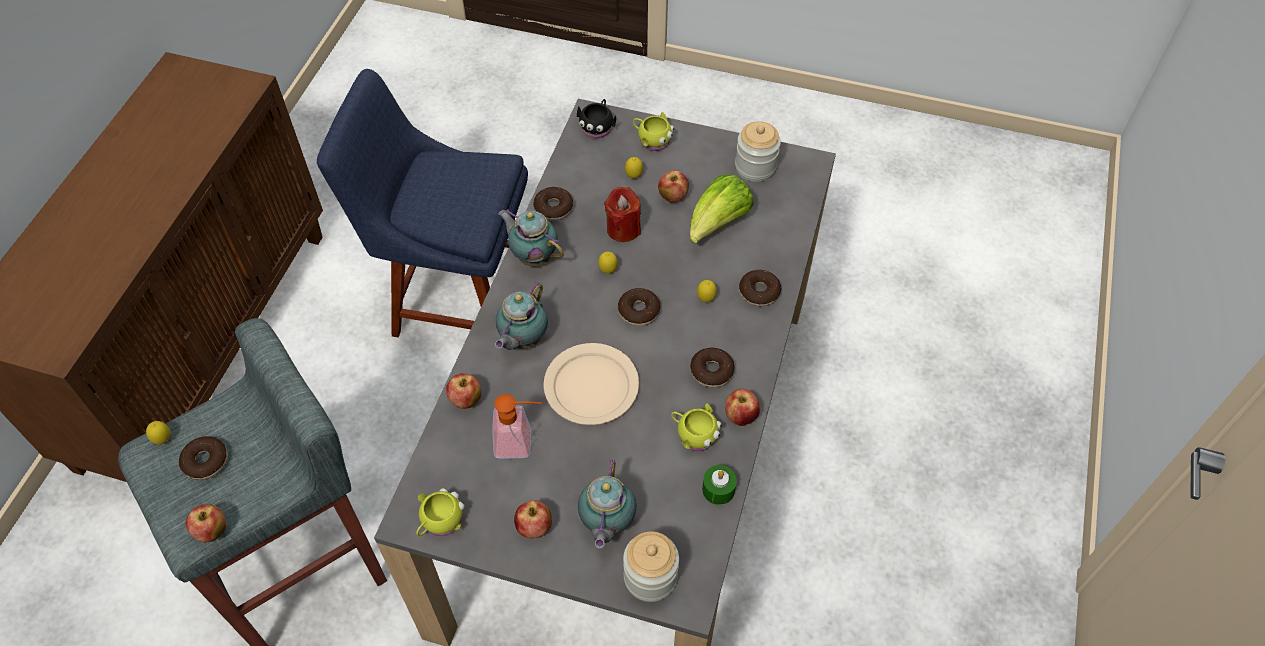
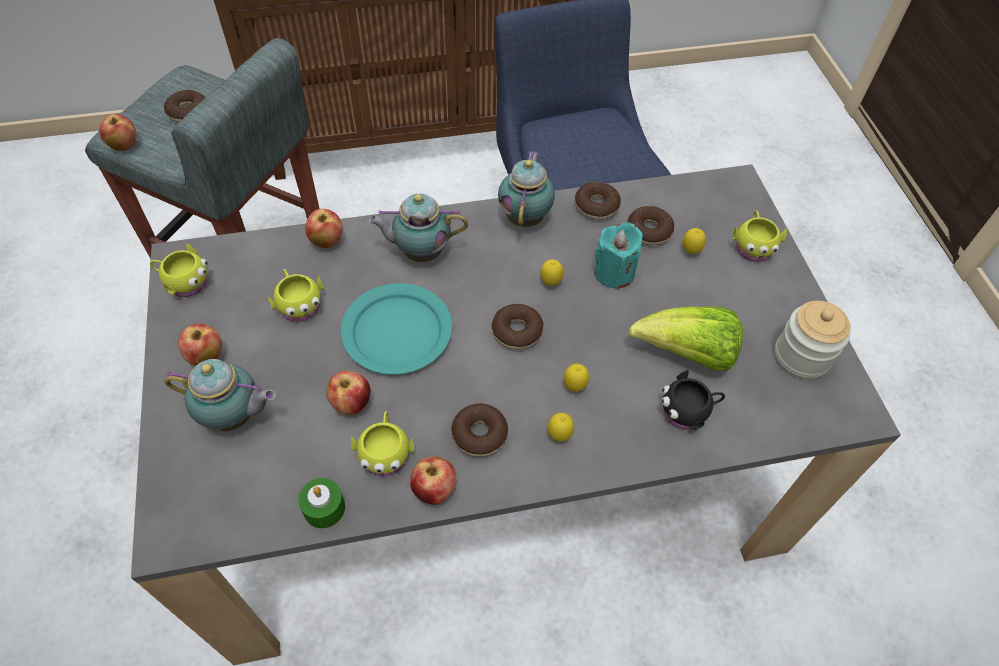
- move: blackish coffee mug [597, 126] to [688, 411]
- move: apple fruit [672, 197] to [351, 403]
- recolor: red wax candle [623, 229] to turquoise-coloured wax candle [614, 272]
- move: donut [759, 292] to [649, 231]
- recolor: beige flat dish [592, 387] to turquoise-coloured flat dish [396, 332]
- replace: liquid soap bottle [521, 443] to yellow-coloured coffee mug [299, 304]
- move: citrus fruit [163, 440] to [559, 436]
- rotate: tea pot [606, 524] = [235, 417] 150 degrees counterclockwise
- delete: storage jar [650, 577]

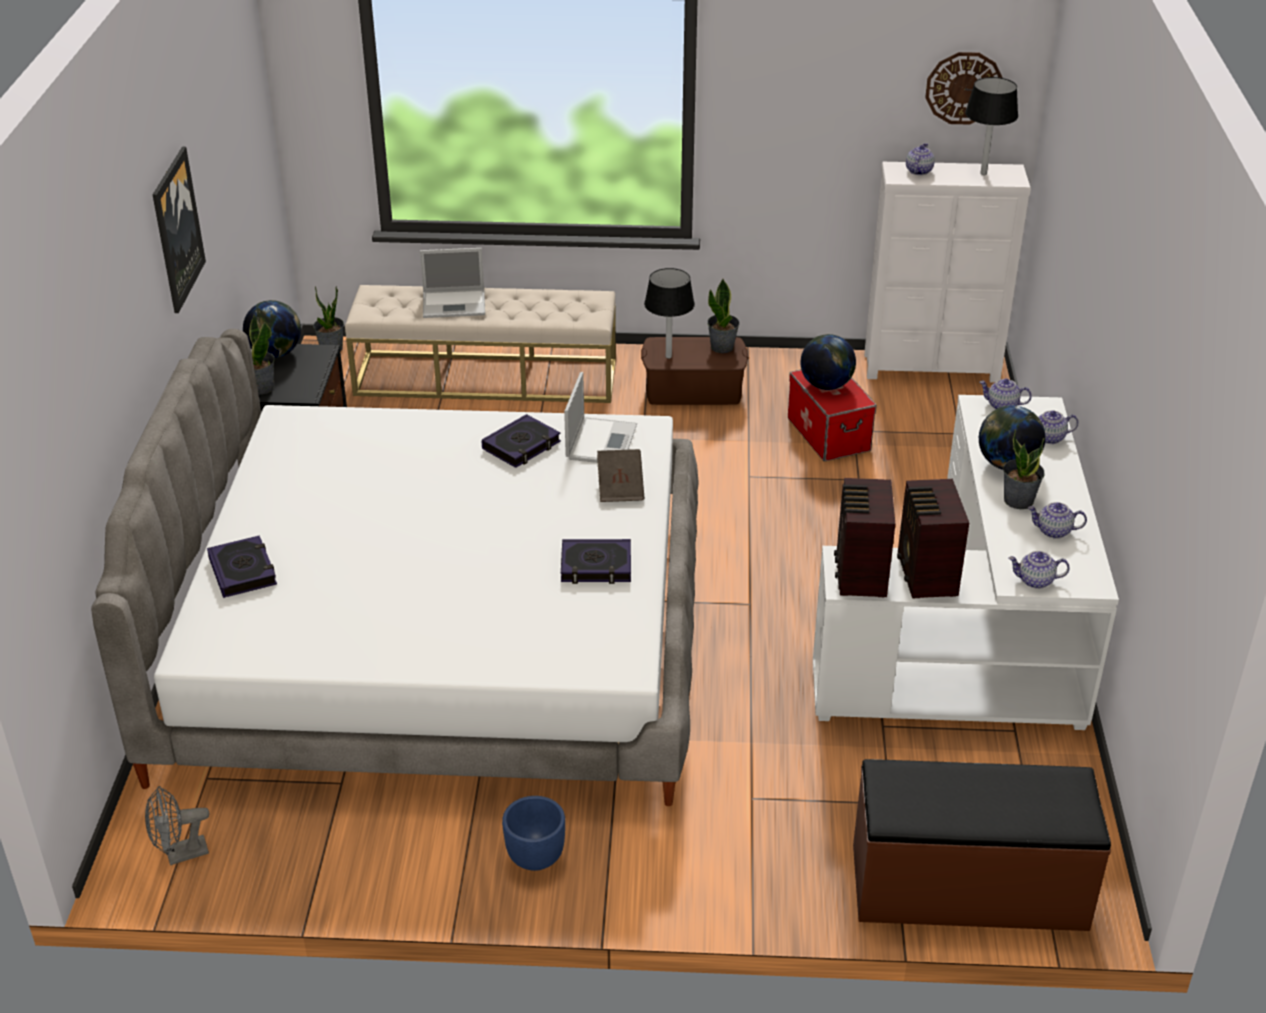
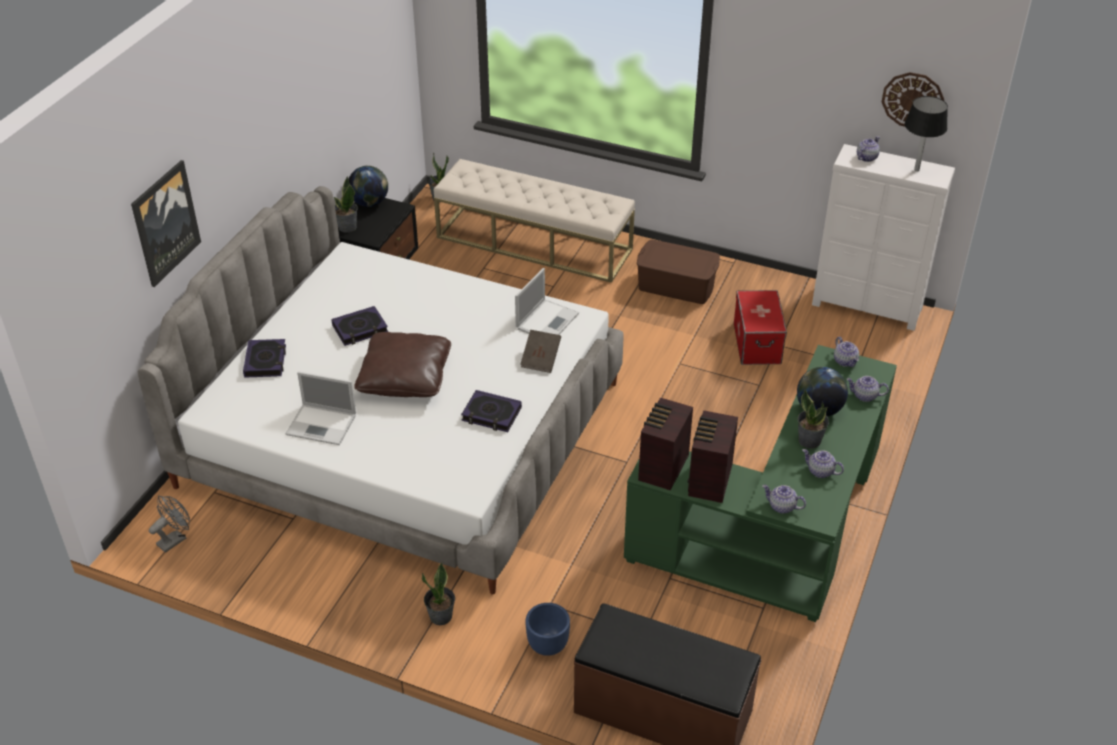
- move: wall art [176, 229] to [165, 223]
- move: laptop [455, 304] to [322, 425]
- delete: blackish lamp for a table [668, 357]
- move: potted plant [722, 347] to [441, 616]
- delete: globe [826, 385]
- rotate: tea pot [1002, 405] = [845, 361] 150 degrees counterclockwise
- recolor: white desk unit [979, 638] to green desk unit [778, 531]
- move: bound book [521, 446] to [360, 329]
- rotate: gray fan [180, 855] = [175, 539] 135 degrees clockwise
- move: bluish plant pot [536, 857] to [548, 644]
- insert: brown throw pillow [405, 377]

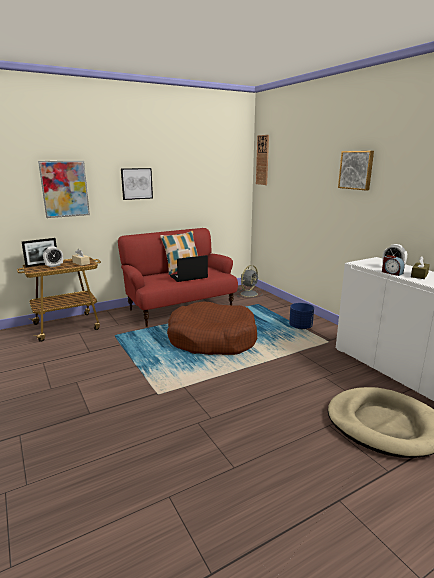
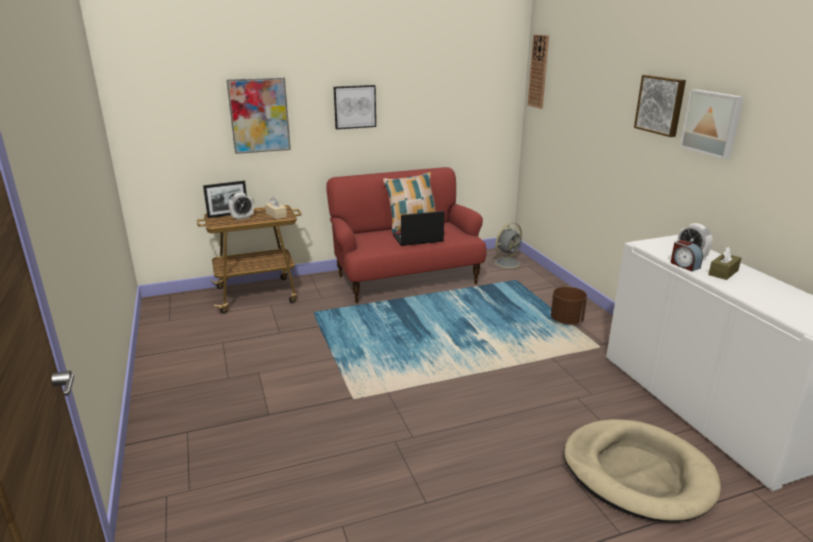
- delete: brown dog cushion [212, 339]
- recolor: bluish plant pot [300, 327] to brown plant pot [566, 321]
- insert: wall art [712, 123]

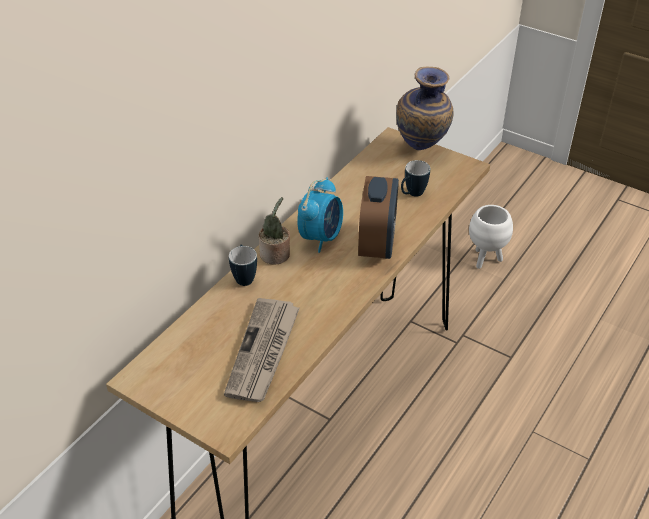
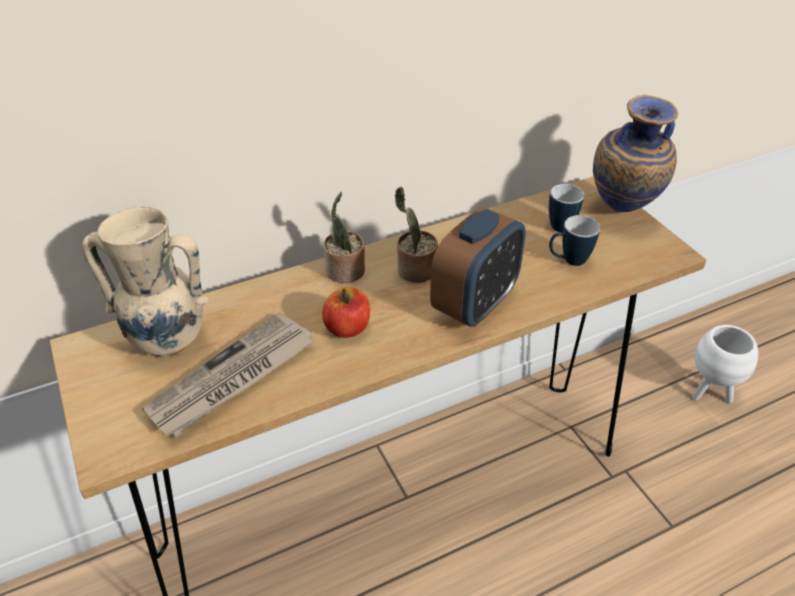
- replace: table clock [321, 237] to potted plant [414, 271]
- move: coffee mug [244, 277] to [562, 223]
- insert: beige decorative vase [168, 341]
- insert: apple fruit [347, 328]

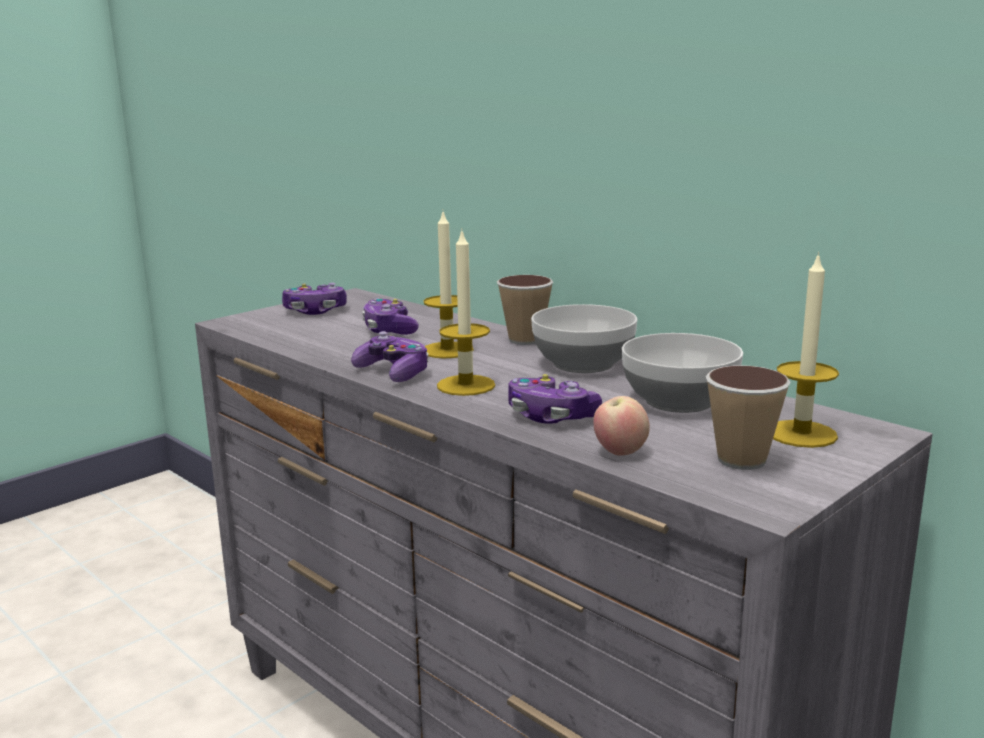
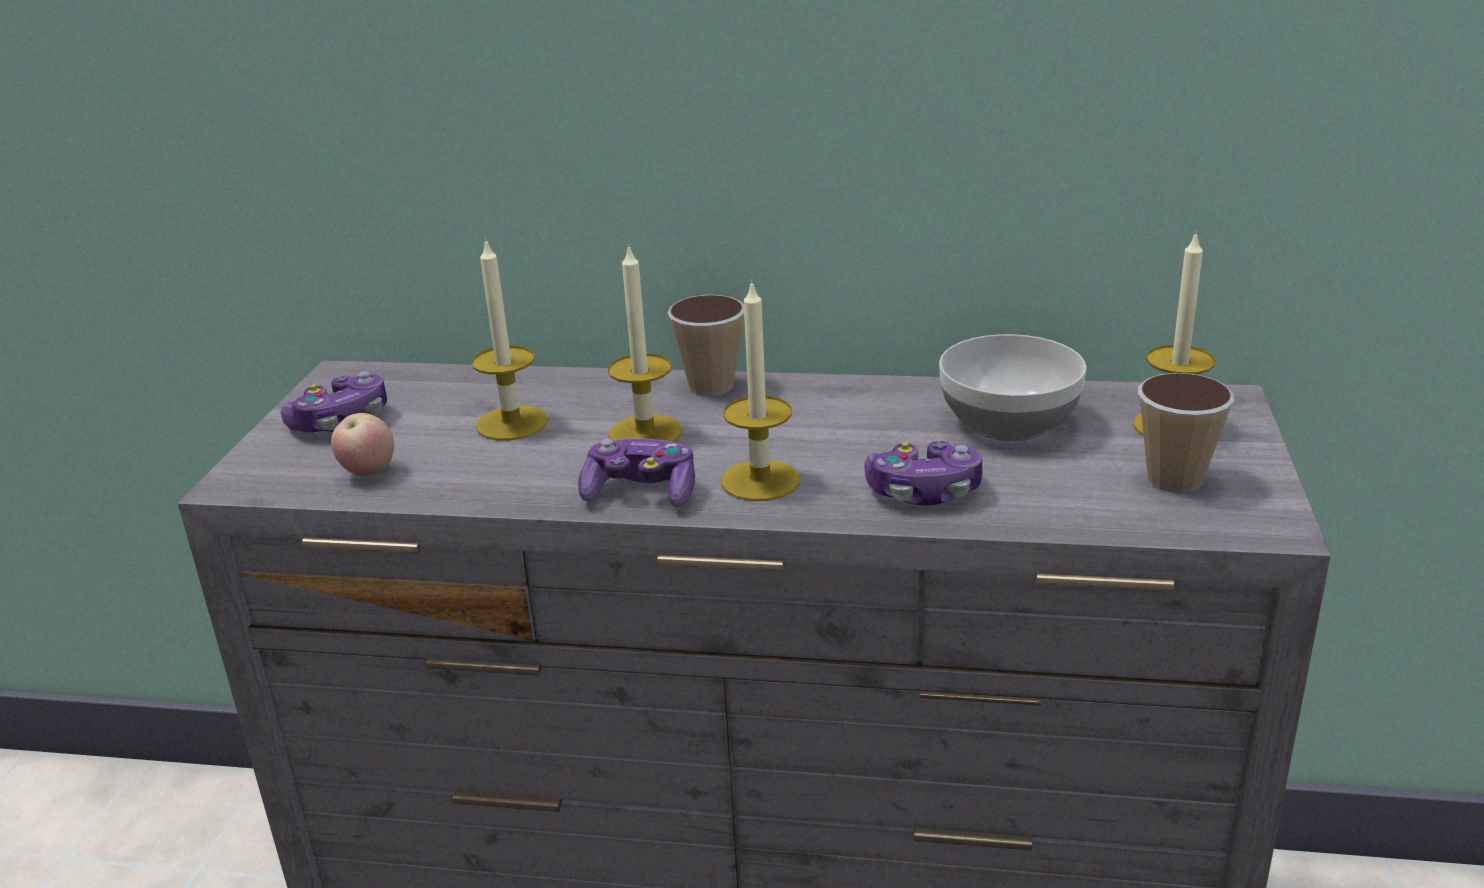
- replace: joypad [389, 330] to wax candle [512, 423]
- delete: serving bowl [584, 363]
- move: apple fruit [620, 452] to [368, 472]

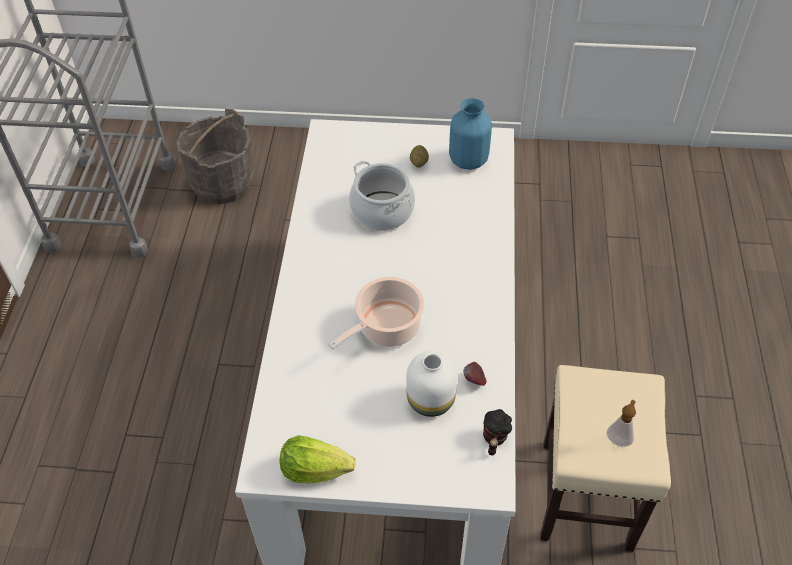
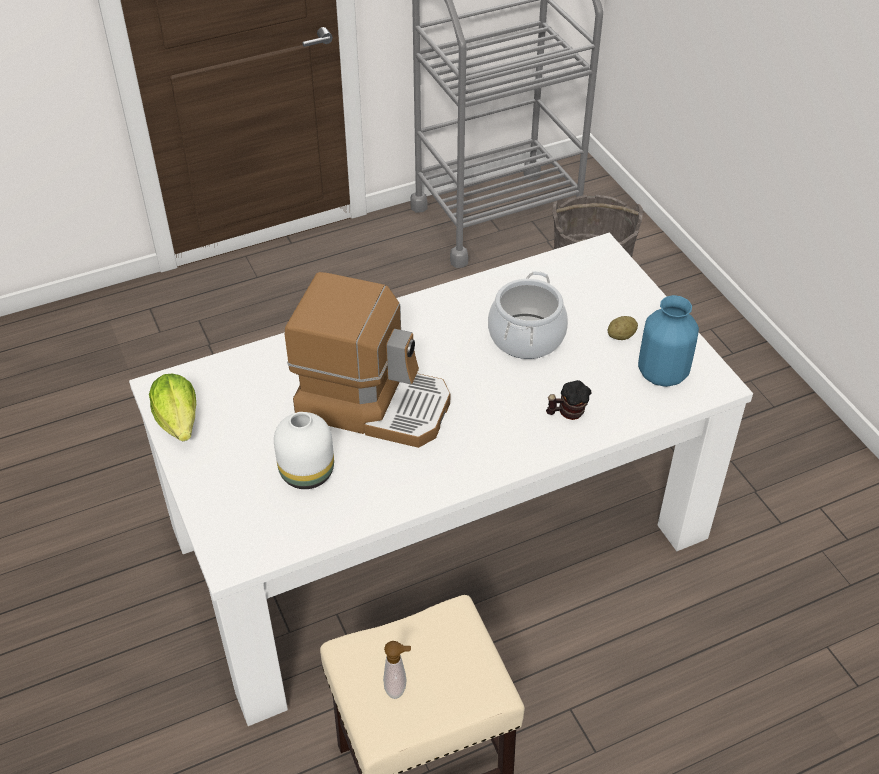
- replace: stockpot [386, 328] to coffee machine [373, 403]
- delete: apple fruit [474, 381]
- move: coffee mug [494, 440] to [567, 413]

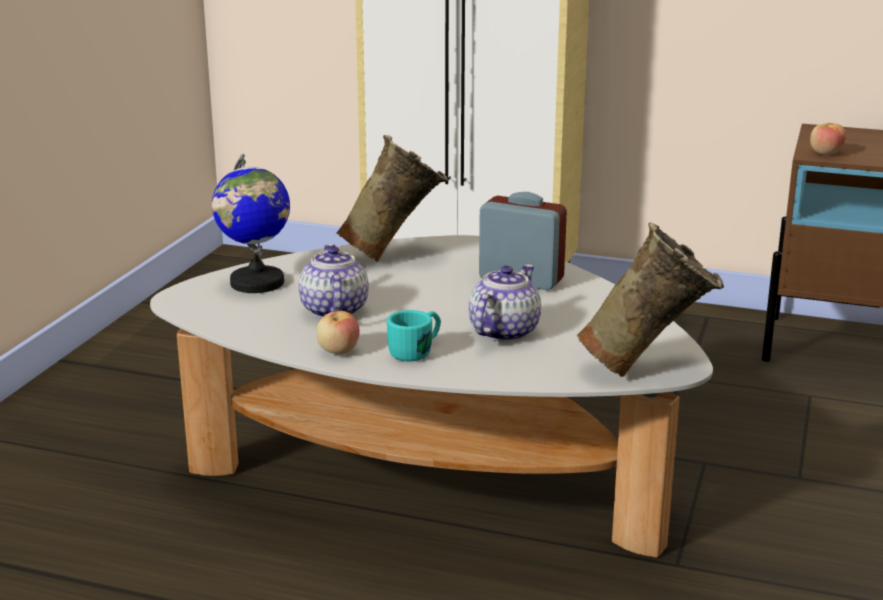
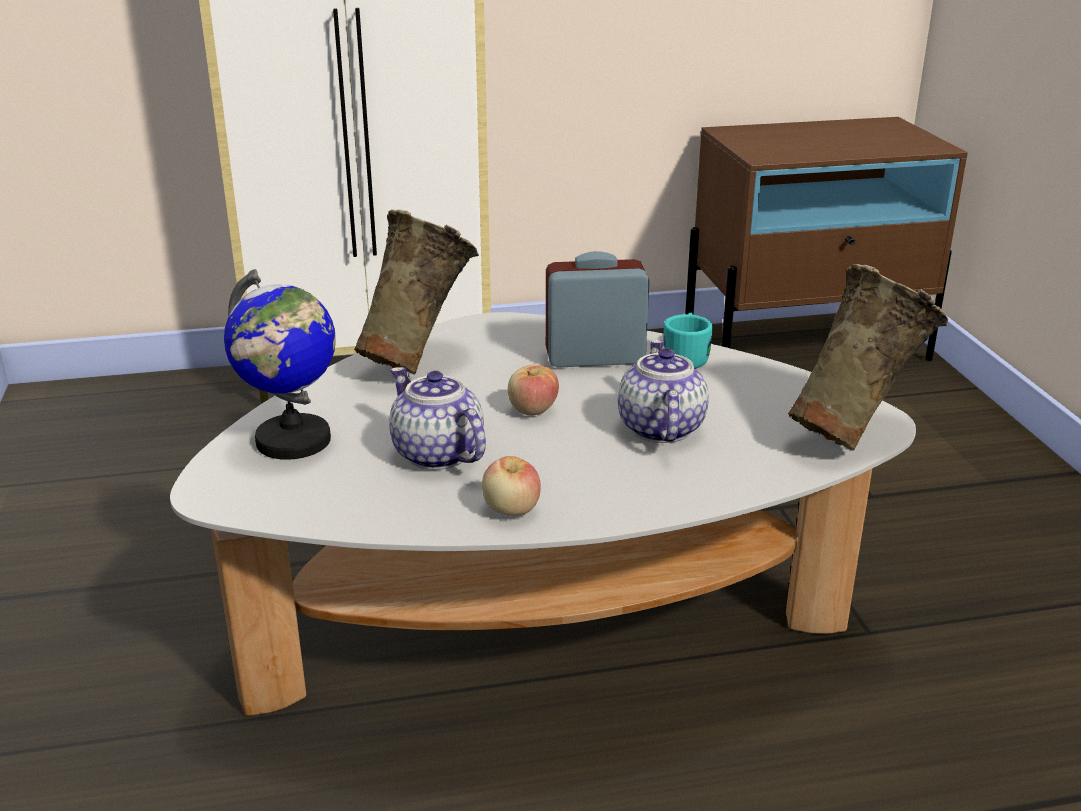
- move: apple fruit [825, 153] to [532, 410]
- move: turquoise-coloured coffee mug [417, 350] to [686, 356]

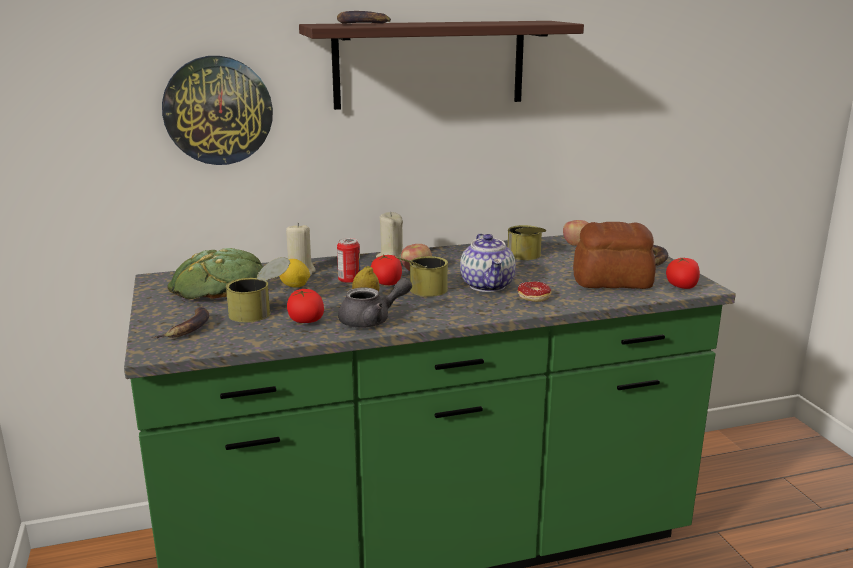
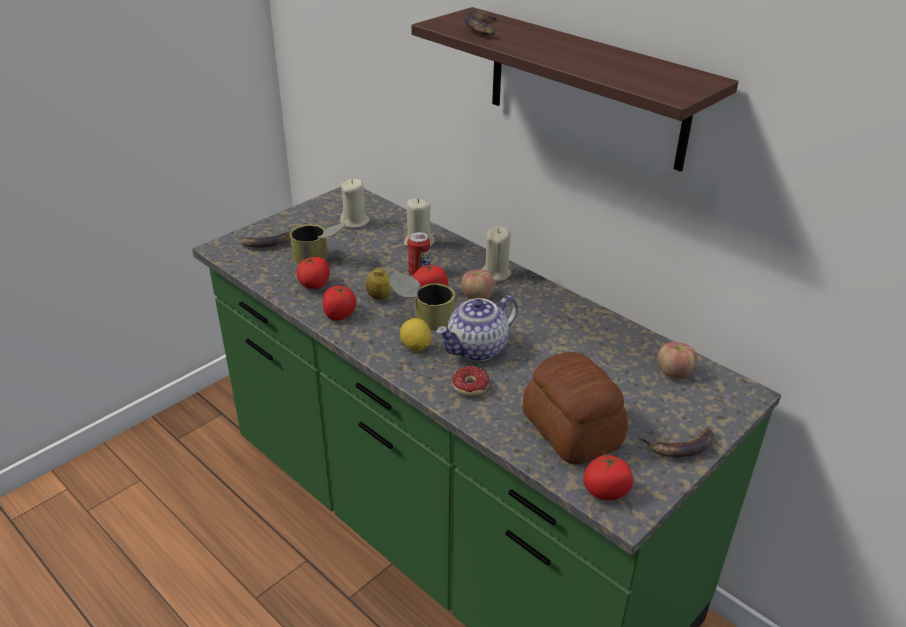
- delete: clock on the wall [218, 110]
- delete: can [525, 258]
- replace: bakery bread [219, 286] to beige wax candle [355, 222]
- move: citrus fruit [295, 286] to [416, 347]
- replace: gray tea pot [372, 320] to fresh tomato [339, 314]

